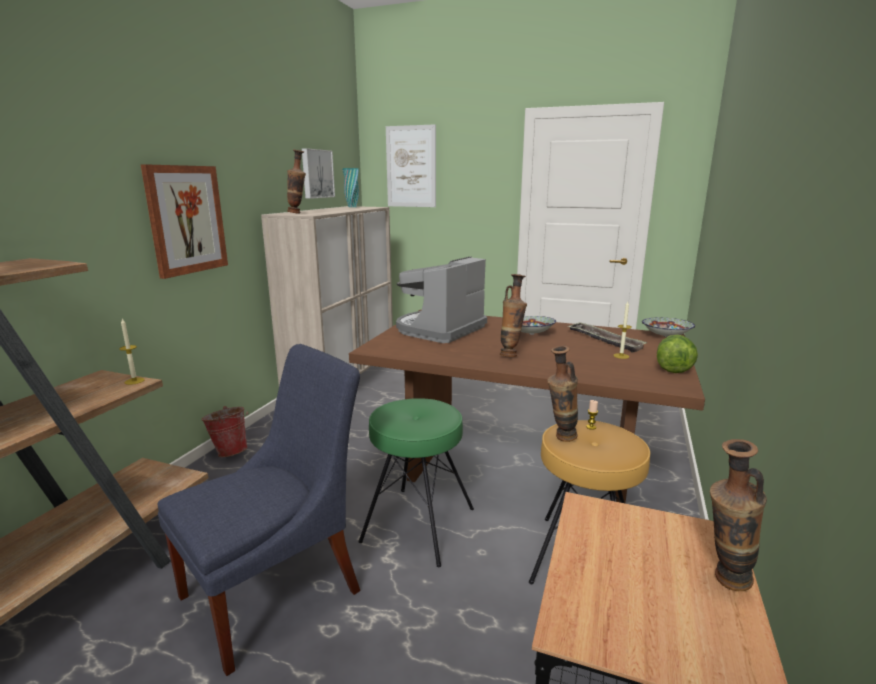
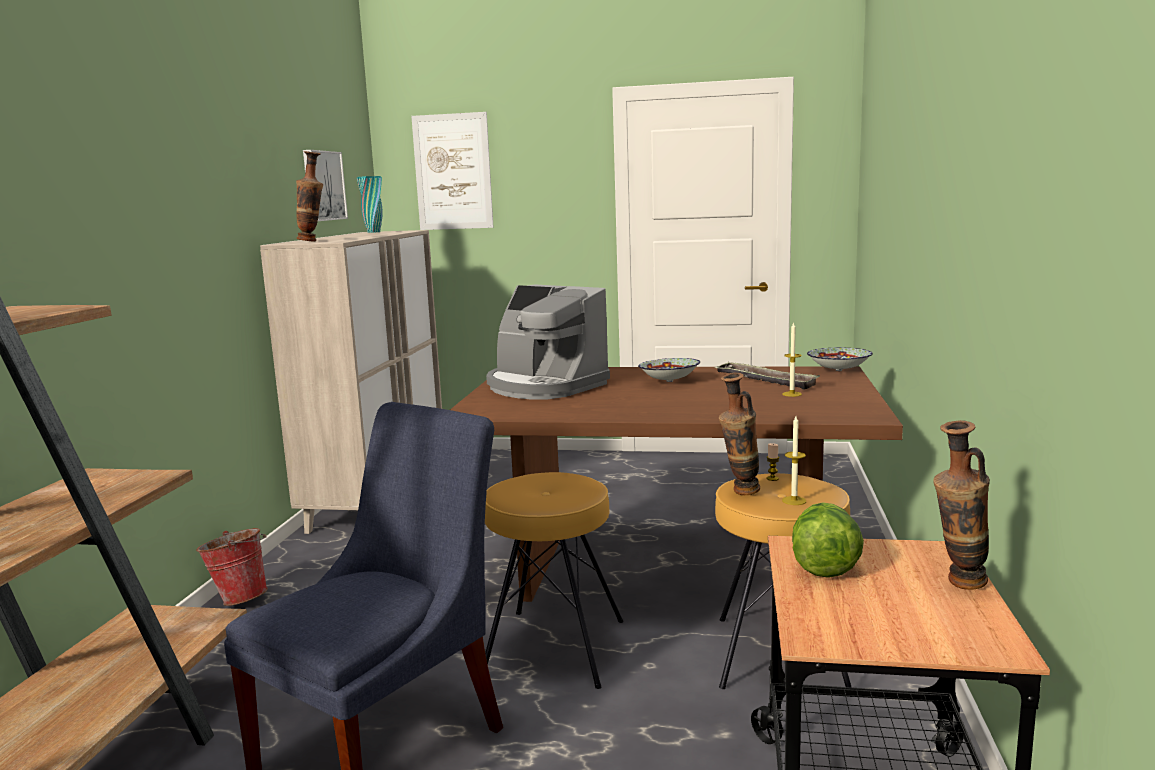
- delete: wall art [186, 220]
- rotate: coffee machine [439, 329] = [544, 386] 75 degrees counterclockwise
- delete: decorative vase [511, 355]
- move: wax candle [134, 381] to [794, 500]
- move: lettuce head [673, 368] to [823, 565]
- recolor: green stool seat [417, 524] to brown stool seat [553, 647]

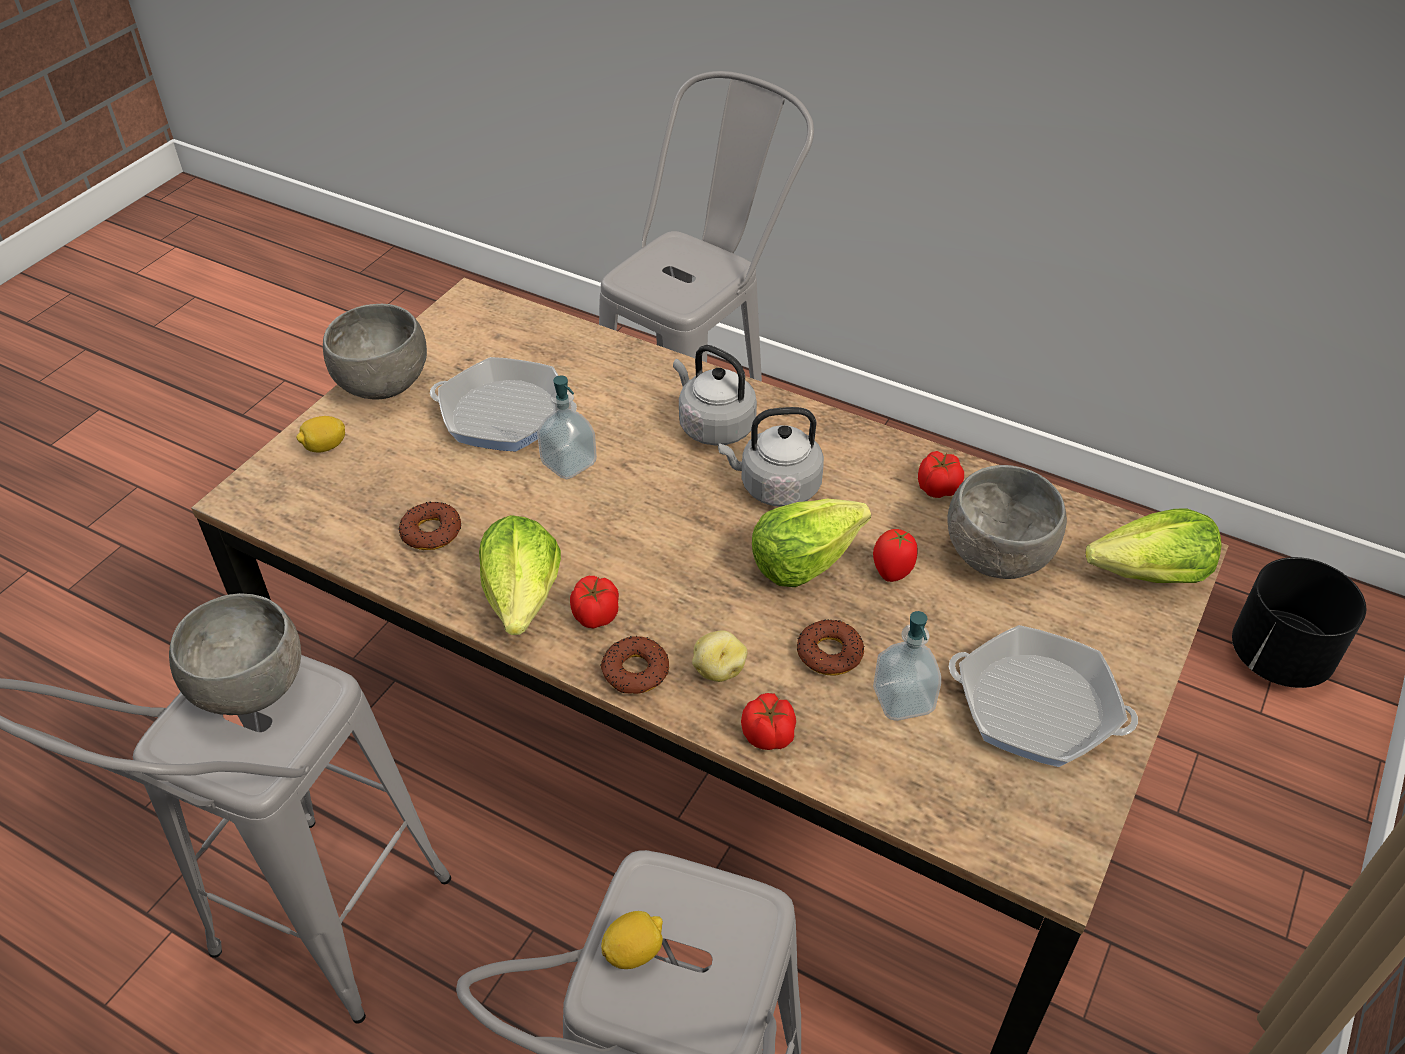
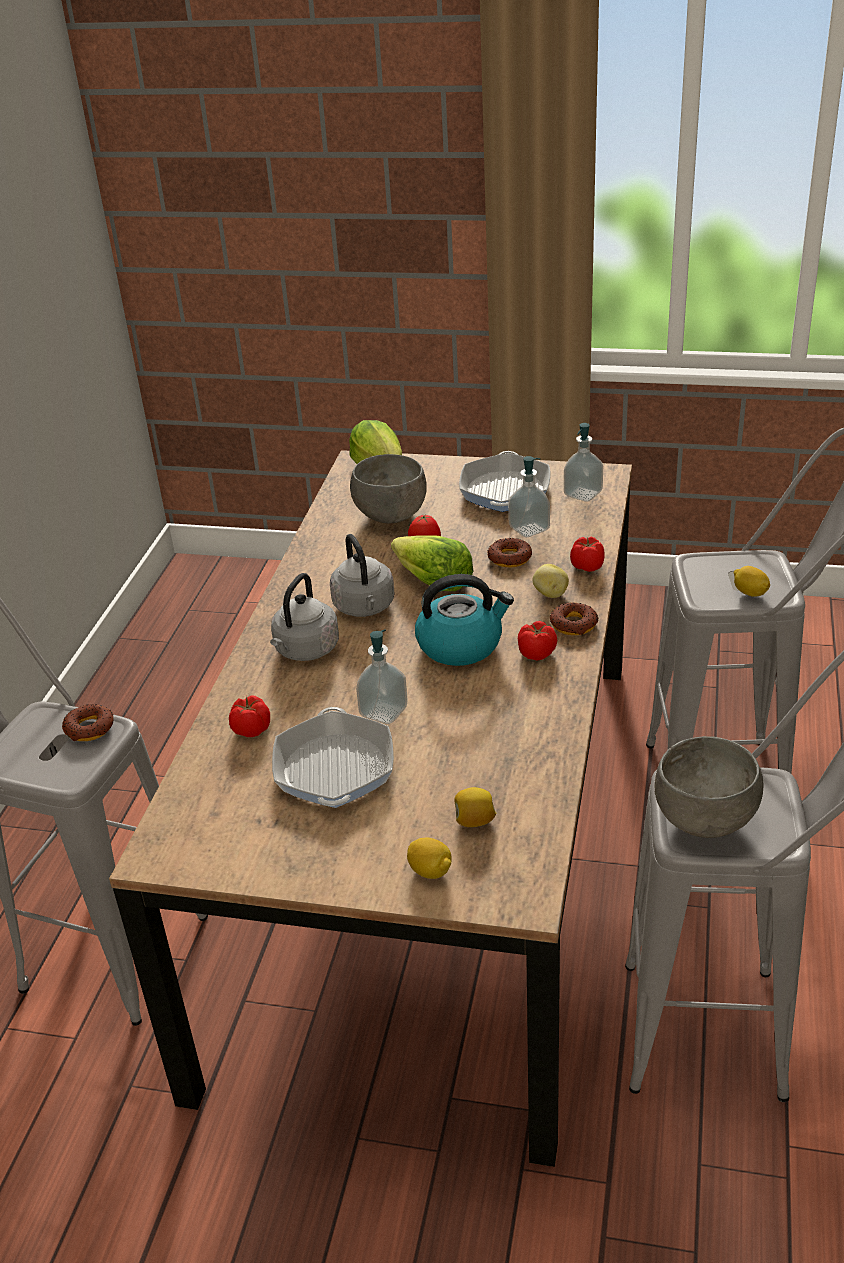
- delete: gray serving bowl [382, 384]
- move: fresh tomato [937, 487] to [250, 729]
- move: donut [431, 532] to [89, 728]
- delete: lettuce head [523, 597]
- delete: blackish plant pot [1279, 658]
- insert: liquid soap bottle [583, 494]
- insert: tea kettle [461, 645]
- insert: citrus fruit [474, 821]

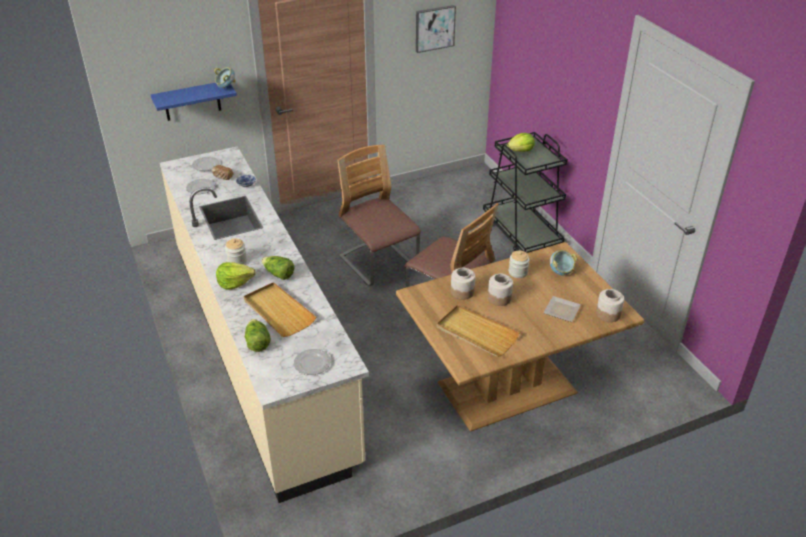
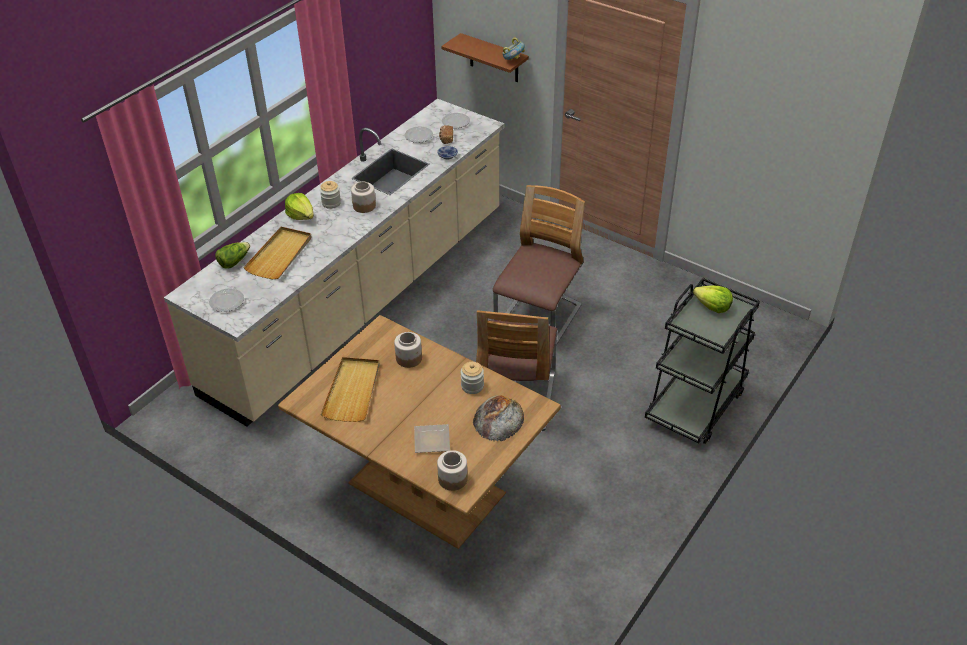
- delete: wall art [434, 28]
- recolor: bluish wall shelf [192, 101] to brown wall shelf [494, 58]
- replace: serving bowl [560, 272] to bakery bread [498, 418]
- delete: lettuce head [278, 274]
- move: storage jar [499, 298] to [364, 206]

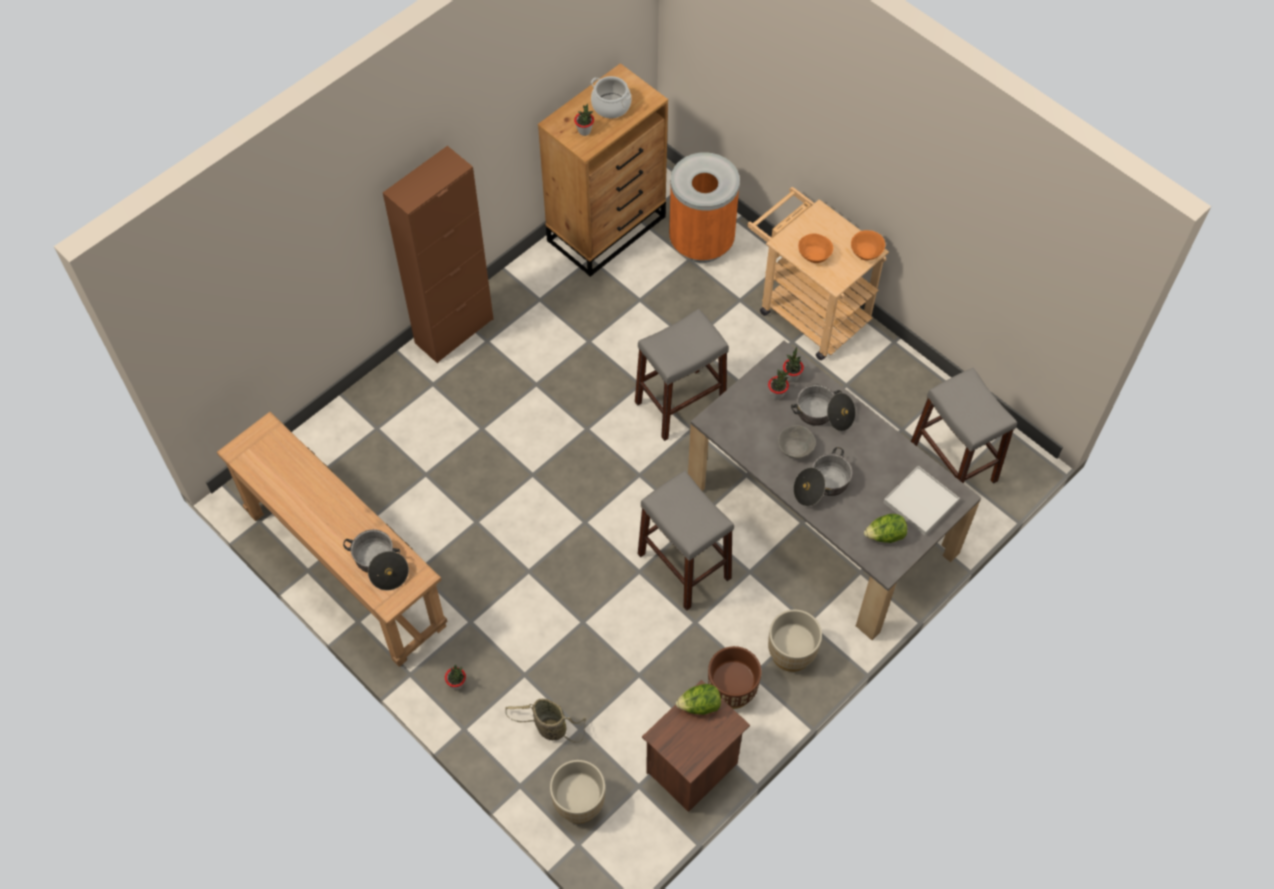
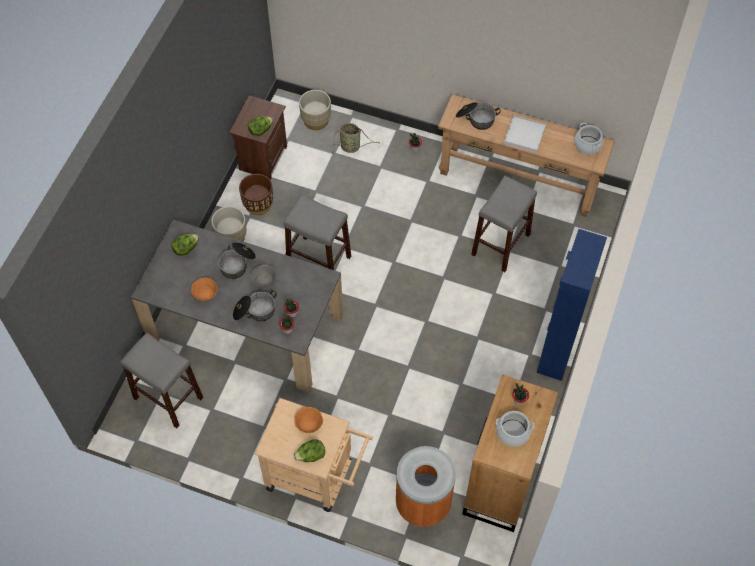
- recolor: brown storage cabinet [454, 331] to bluish storage cabinet [557, 352]
- move: orange-coloured serving bowl [866, 252] to [205, 294]
- move: gray stool seat [680, 404] to [500, 244]
- move: white serving tray [920, 502] to [524, 135]
- insert: stockpot [587, 145]
- insert: lettuce head [310, 456]

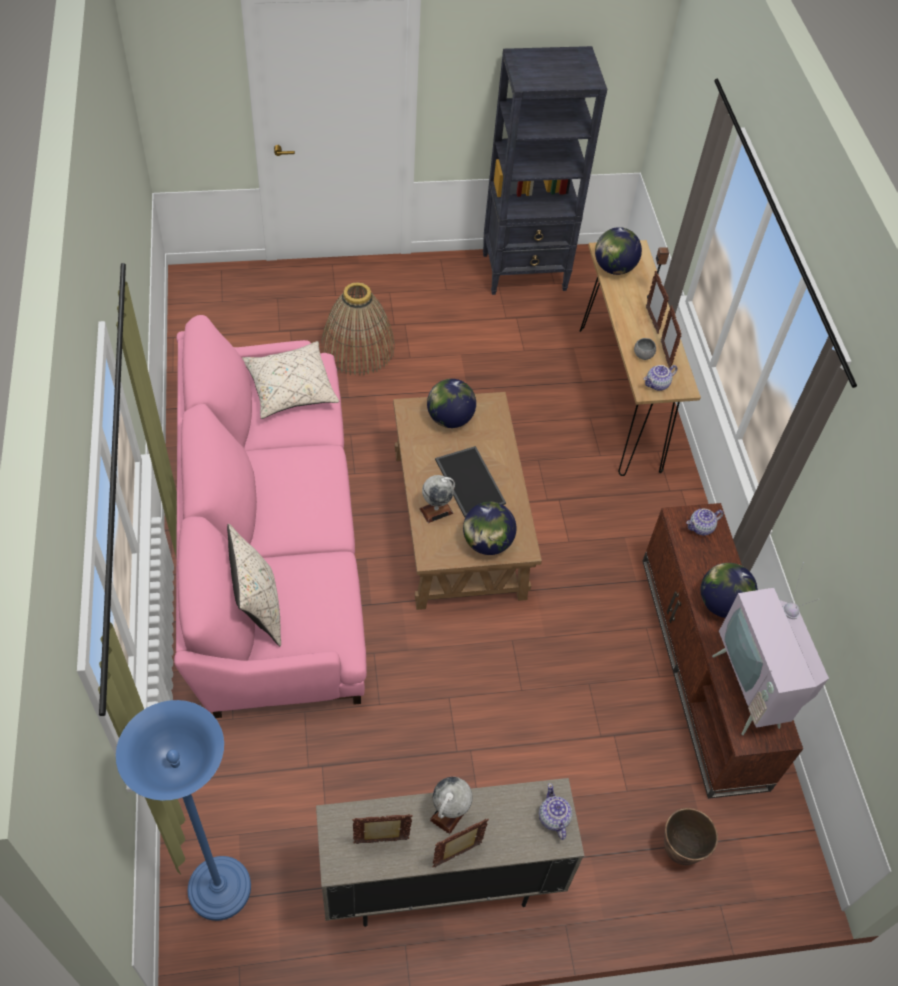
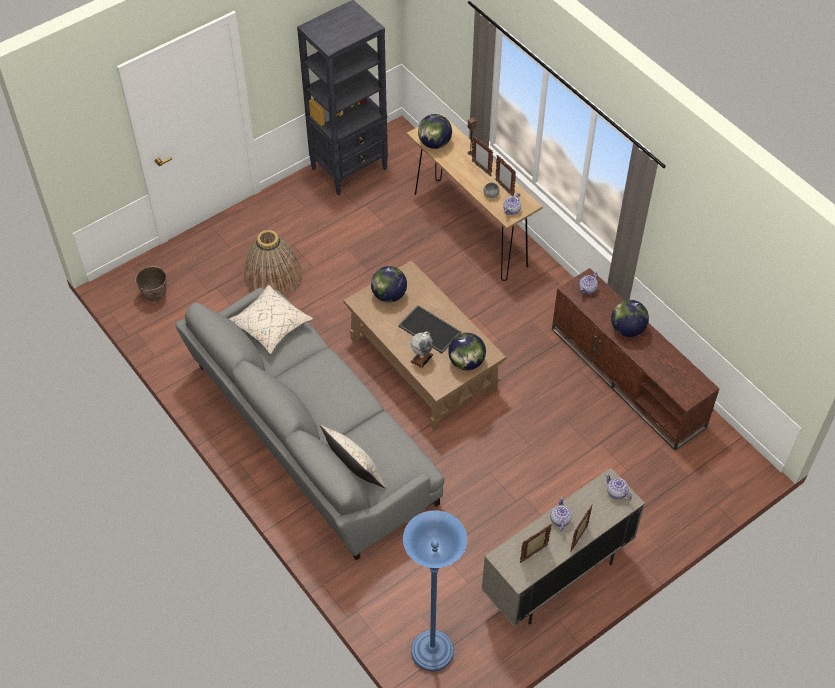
- recolor: pink couch [272, 541] to gray couch [311, 435]
- delete: TV [753, 690]
- replace: globe [449, 813] to tea pot [560, 520]
- move: plant pot [680, 850] to [155, 296]

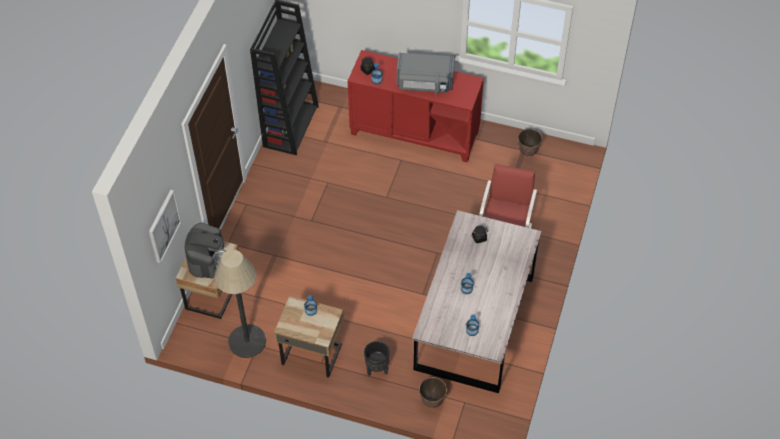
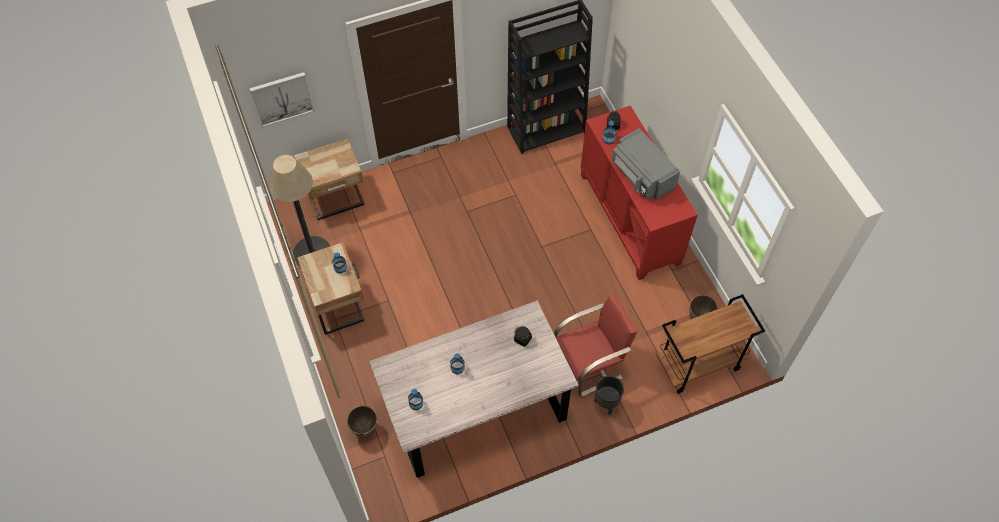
- delete: coffee machine [207, 259]
- move: blackish plant pot [376, 369] to [606, 403]
- insert: brown trolley [698, 365]

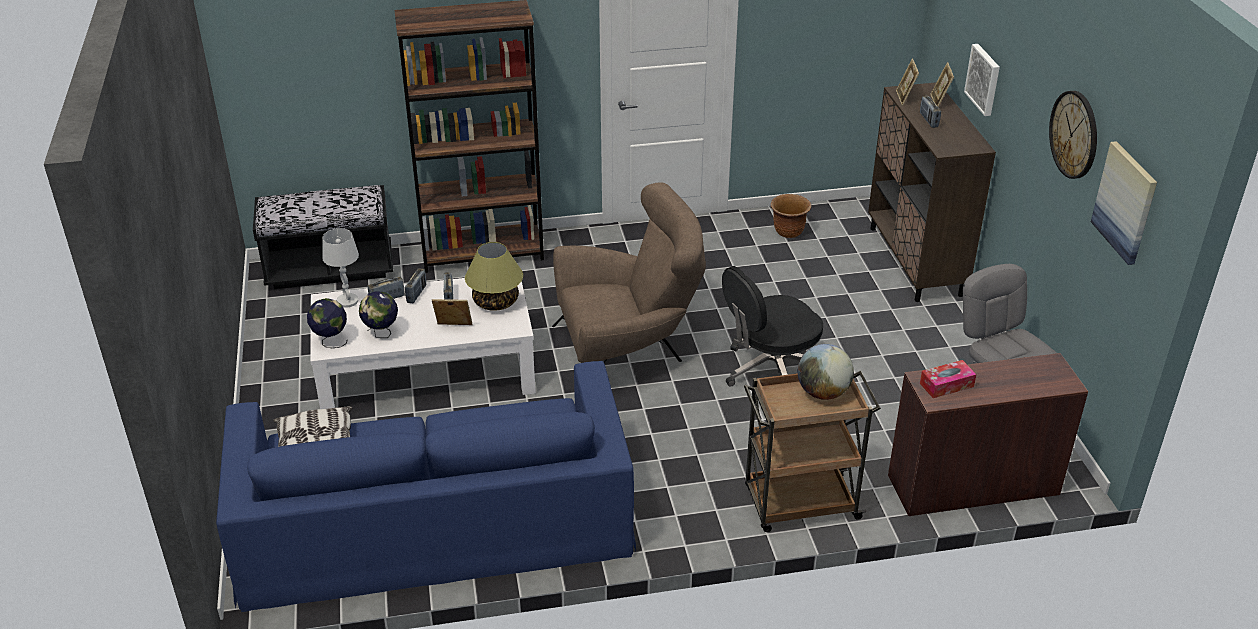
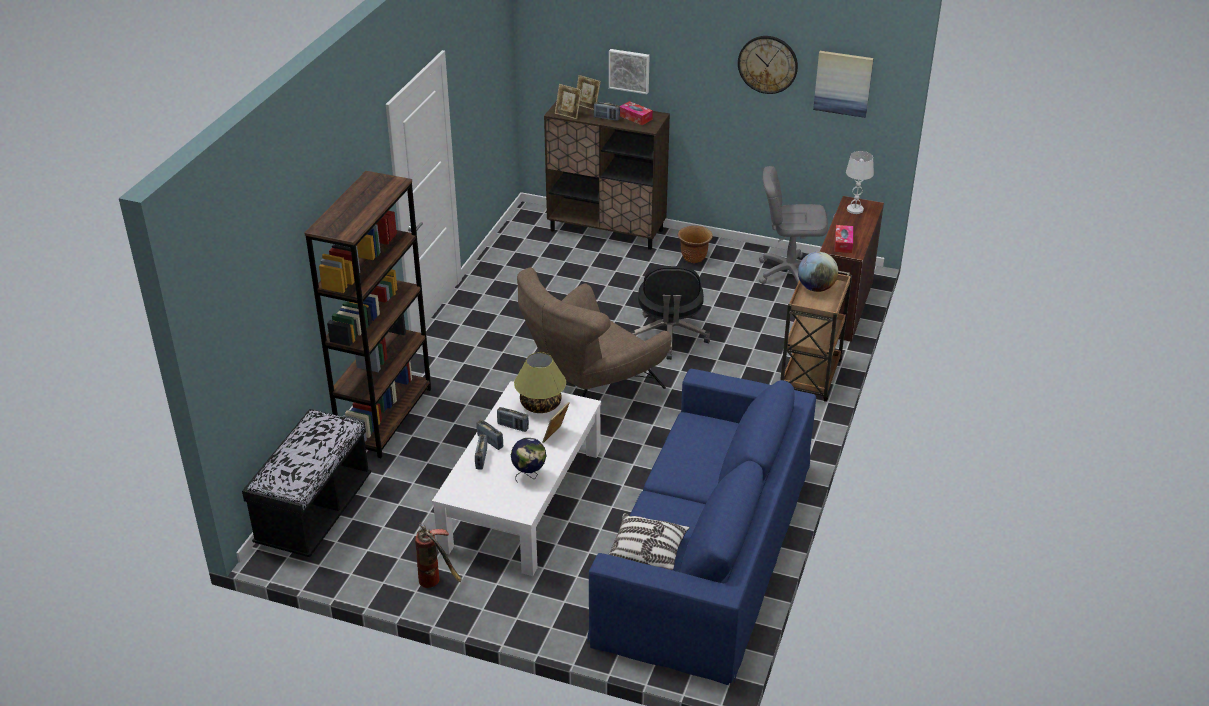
- rotate: brown easy chair [628, 351] = [590, 389] 150 degrees counterclockwise
- move: brown plant pot [788, 232] to [694, 258]
- move: white lamp for a table [347, 301] to [855, 209]
- delete: globe [330, 341]
- insert: tissue box [635, 117]
- insert: extinguisher [437, 582]

